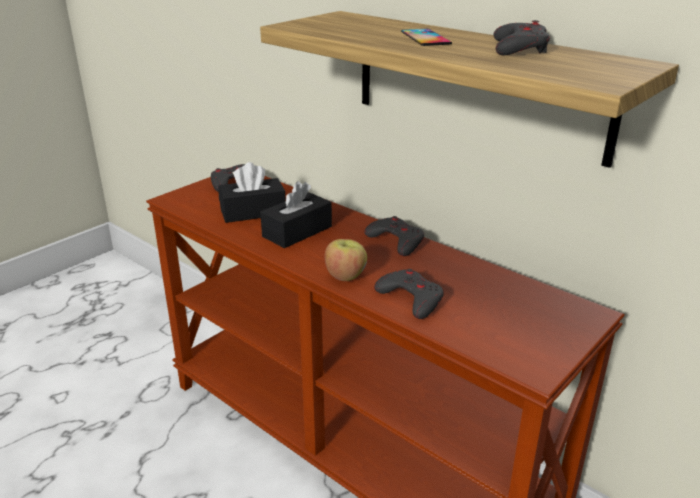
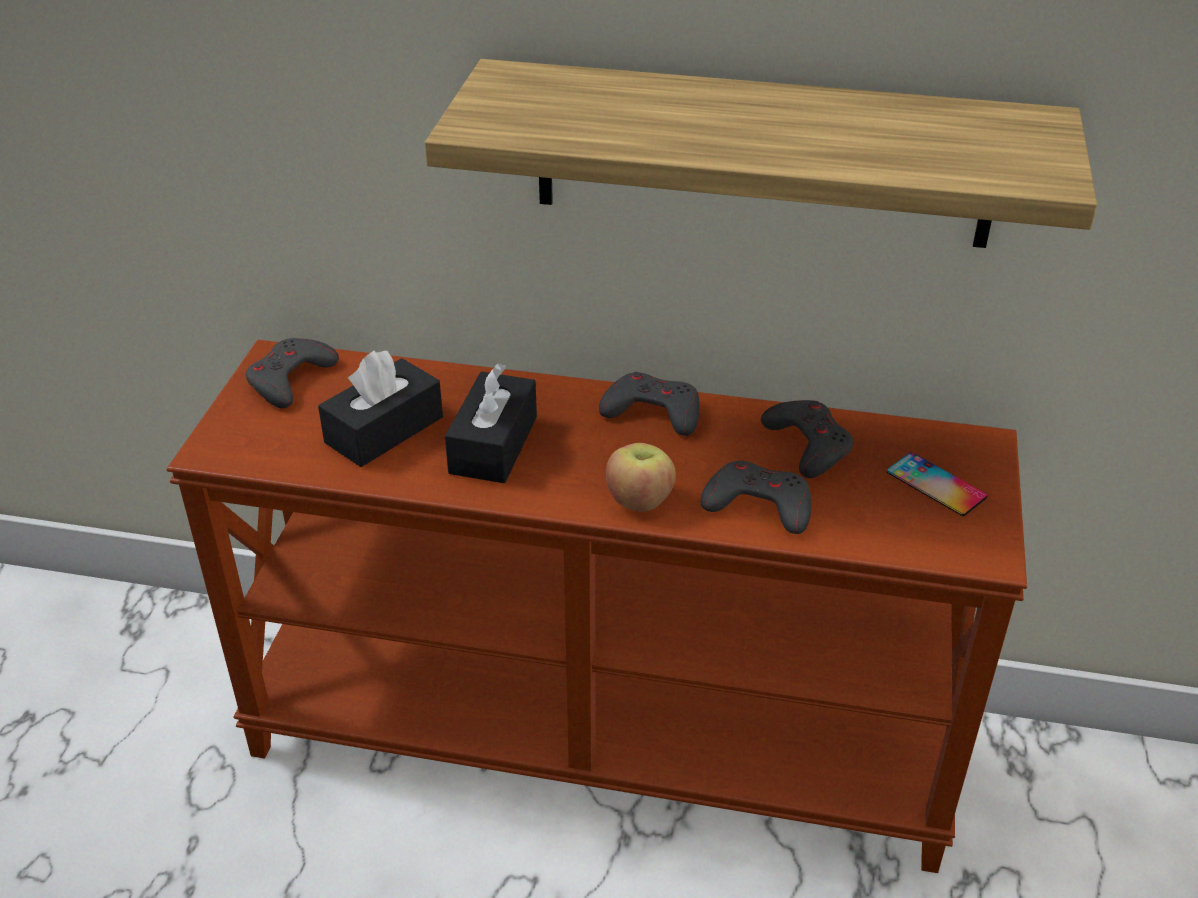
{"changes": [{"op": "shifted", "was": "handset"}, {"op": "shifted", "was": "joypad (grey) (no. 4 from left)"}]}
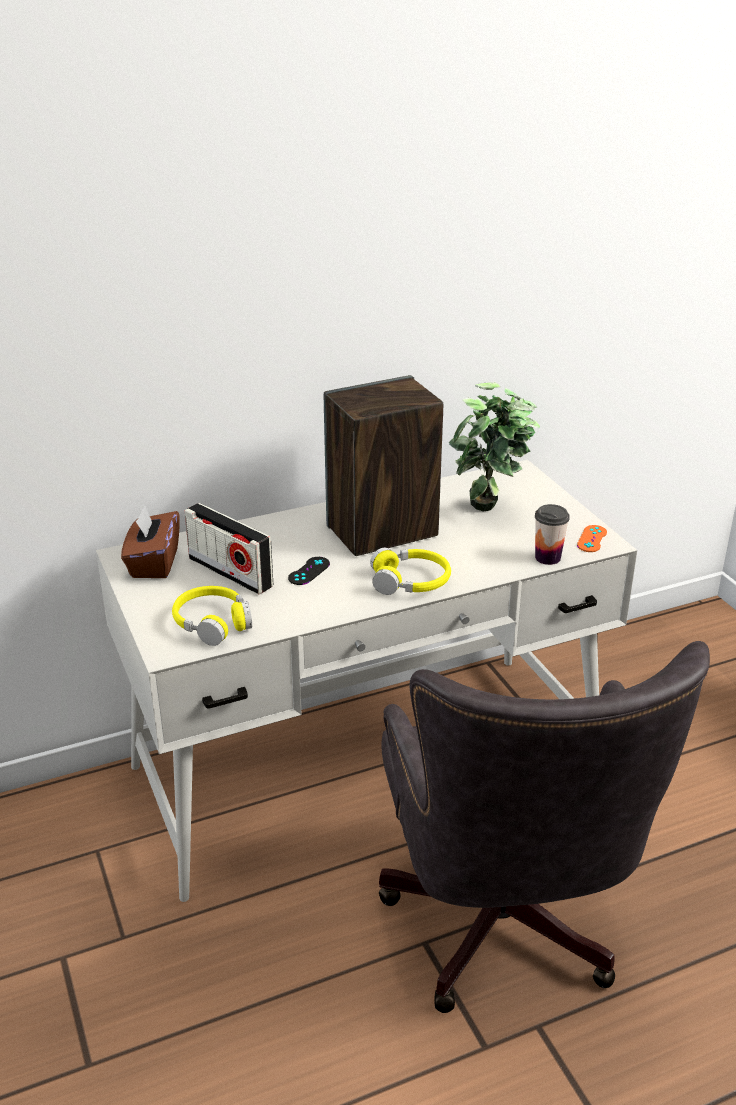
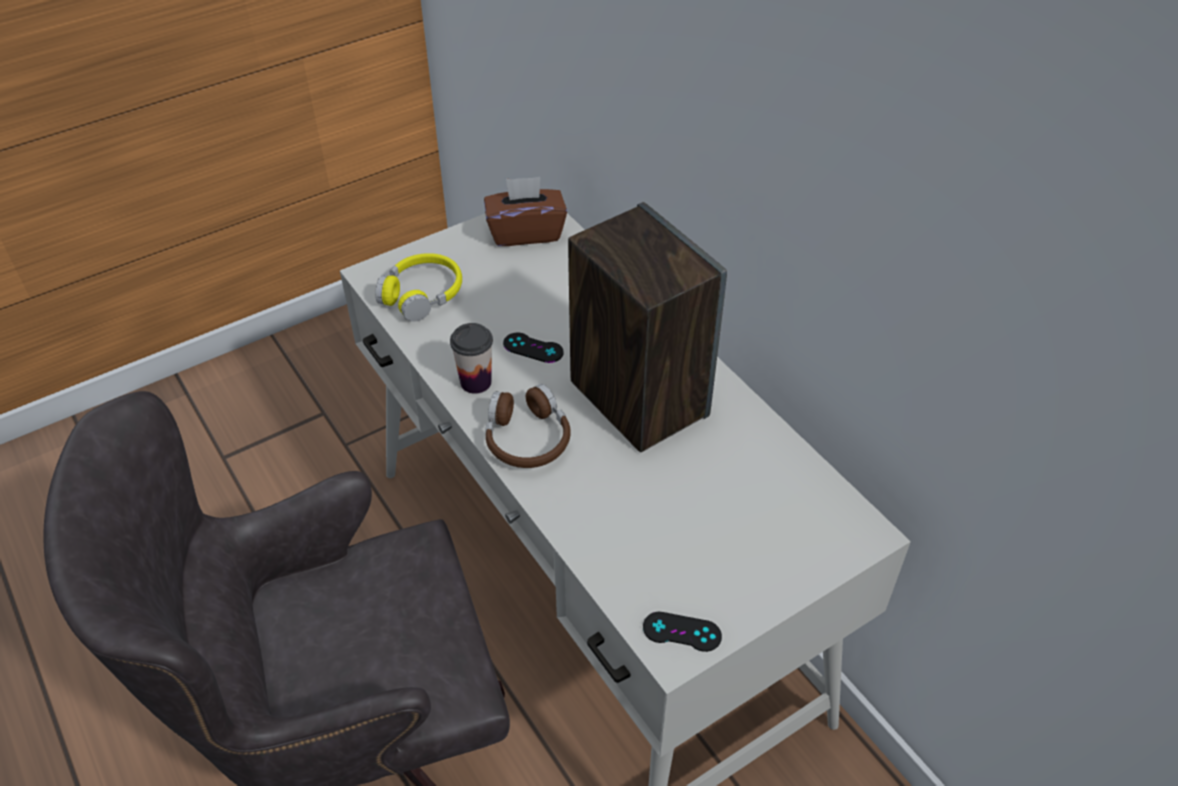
{"changes": [{"op": "gone", "was": "radio receiver"}, {"op": "repainted", "was": "headset (yellow) (no. 2 from left)", "now": "headset (brownish)"}, {"op": "gone", "was": "plant in a pot"}, {"op": "shifted", "was": "small cup"}, {"op": "repainted", "was": "joypad (orangey)", "now": "joypad (blackish) (no. 2 from left)"}]}
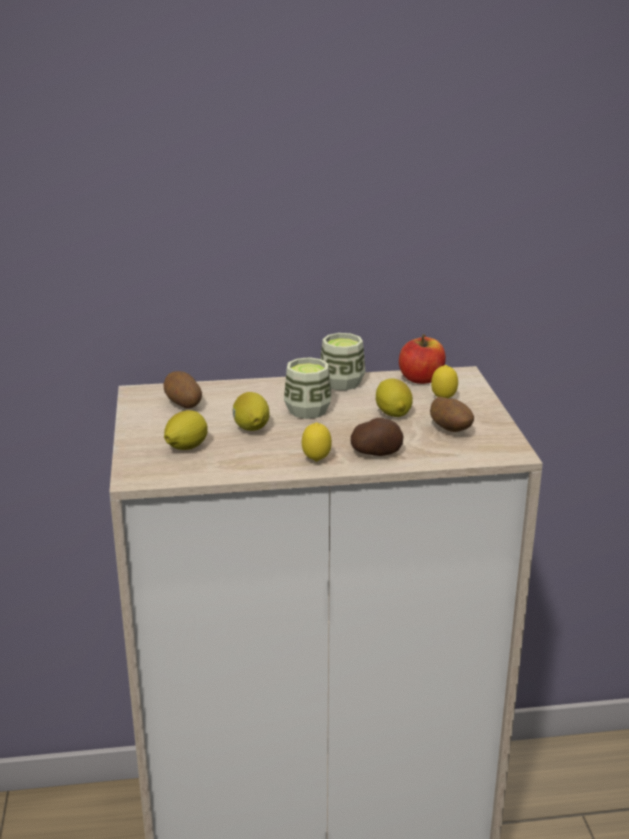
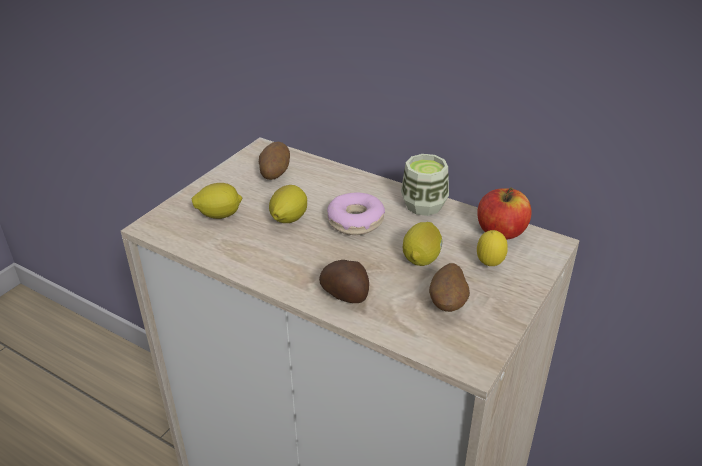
{"changes": [{"op": "swapped", "was": "small cup (no. 1 from left)", "now": "ring doughnut"}, {"op": "gone", "was": "citrus fruit (no. 3 from left)"}]}
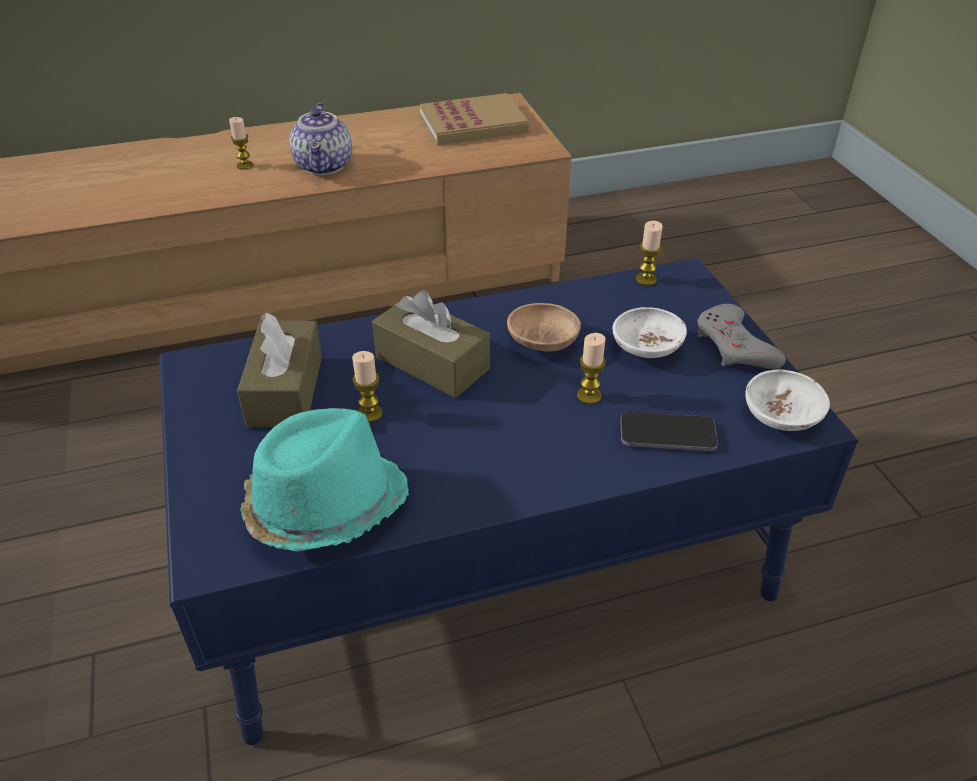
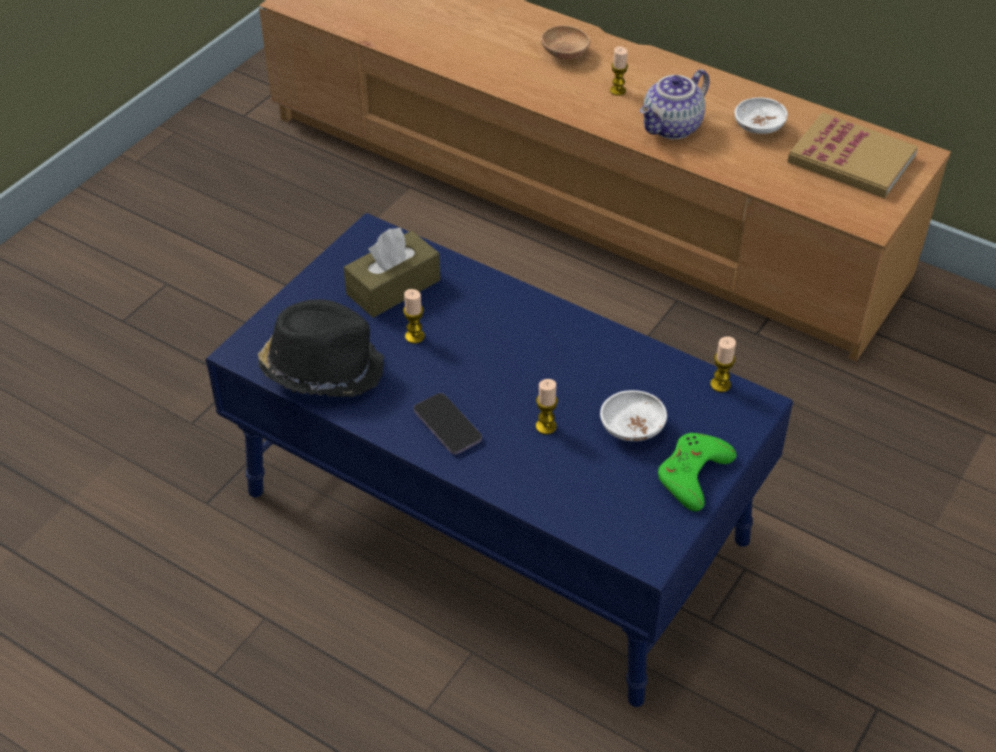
{"changes": [{"op": "repainted", "was": "hat (turquoise-coloured)", "now": "hat (blackish)"}, {"op": "gone", "was": "tissue holder (brownish) (no. 2 from left)"}, {"op": "shifted", "was": "bowl (brownish)"}, {"op": "shifted", "was": "handset"}, {"op": "repainted", "was": "joypad (grey)", "now": "joypad (green-coloured)"}, {"op": "shifted", "was": "bowl (white-coloured) (no. 2 from left)"}]}
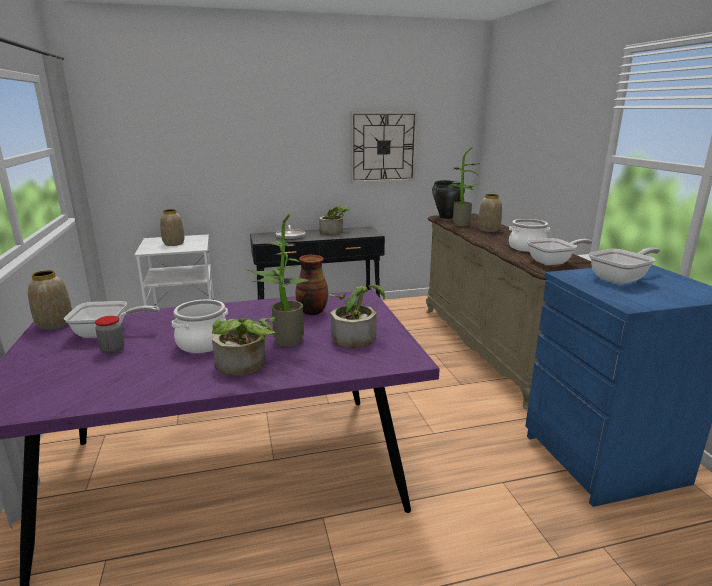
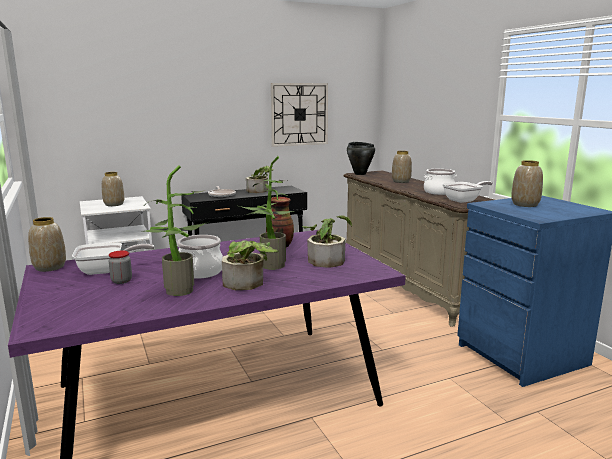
{"changes": [{"op": "shifted", "was": "plant in a pot (no. 5 from left in the first image)", "now": "plant in a pot (no. 1 from left)"}, {"op": "swapped", "was": "skillet (no. 4 from left)", "now": "decorative vase (no. 5 from left)"}]}
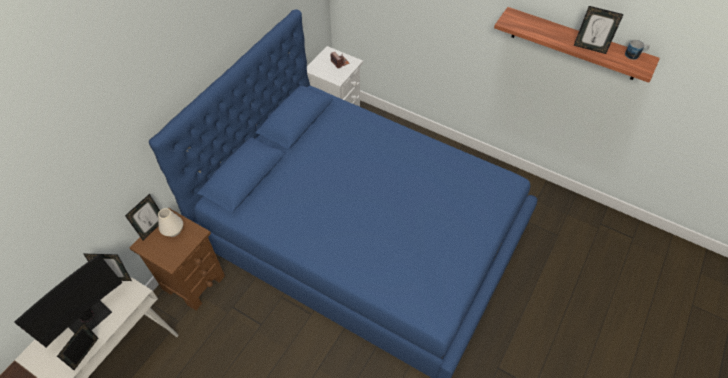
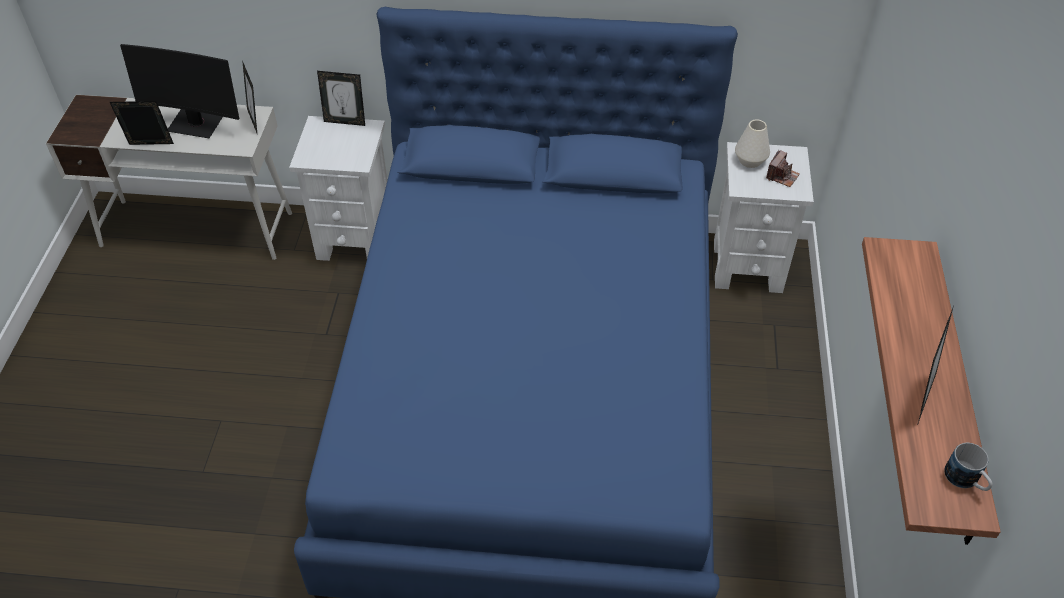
{"changes": [{"op": "repainted", "was": "nightstand (brownish)", "now": "nightstand (white-coloured) (no. 1 from left)"}, {"op": "shifted", "was": "decorative vase (white-coloured)"}, {"op": "rotated", "was": "photo frame (no. 4 from left)", "clockwise": -150}]}
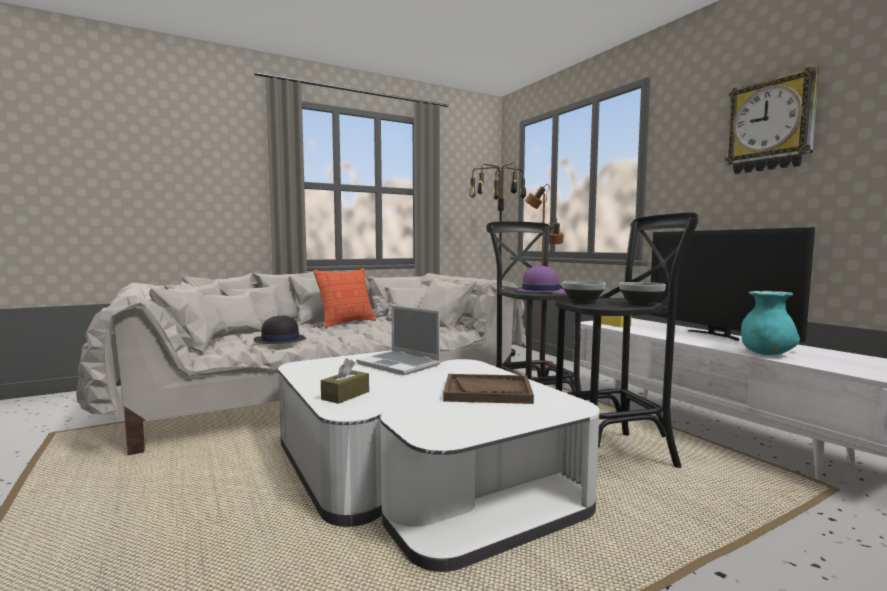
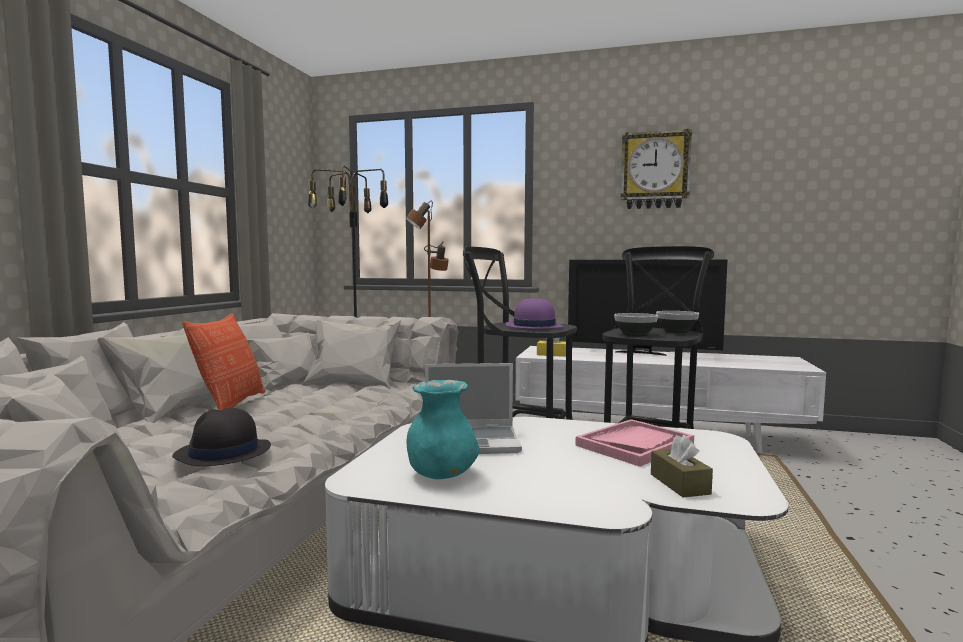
{"changes": [{"op": "shifted", "was": "tissue holder (brownish)"}, {"op": "repainted", "was": "tray (brownish)", "now": "tray (pinkish)"}, {"op": "shifted", "was": "decorative vase (turquoise-coloured)"}]}
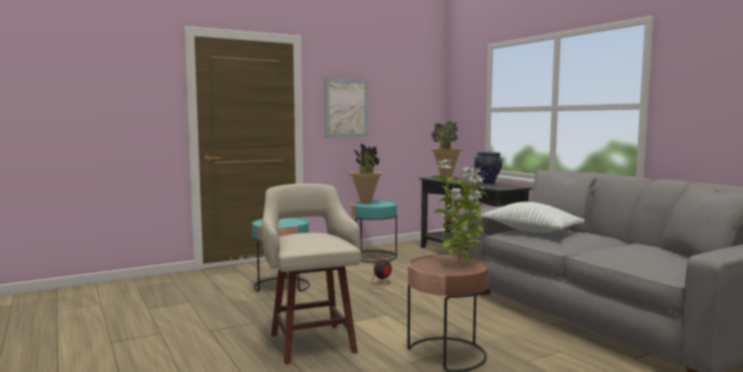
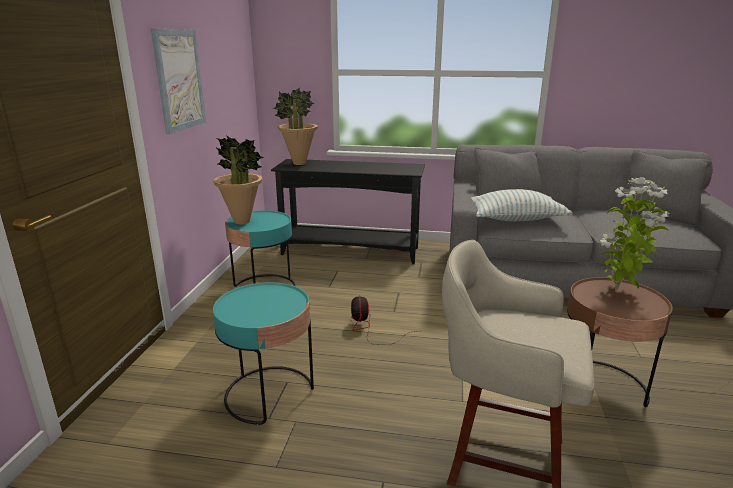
{"changes": [{"op": "gone", "was": "decorative vase"}]}
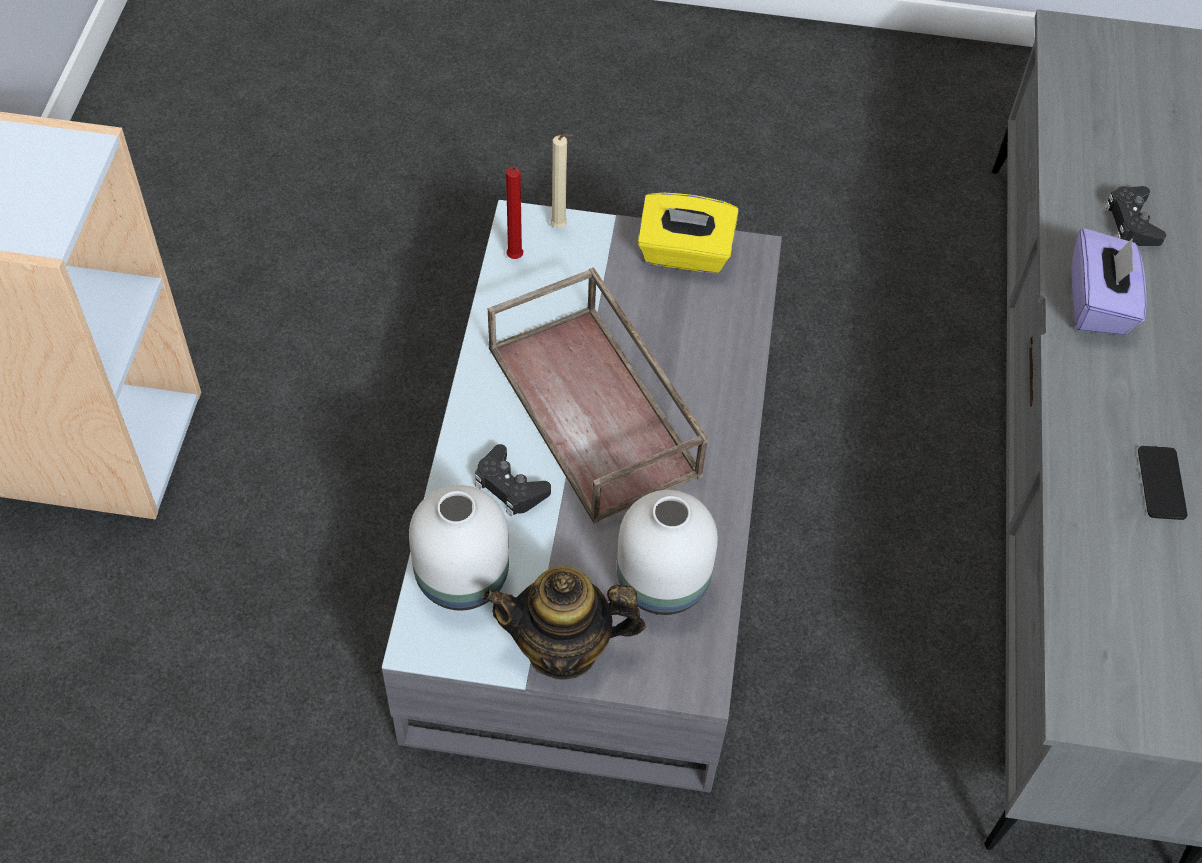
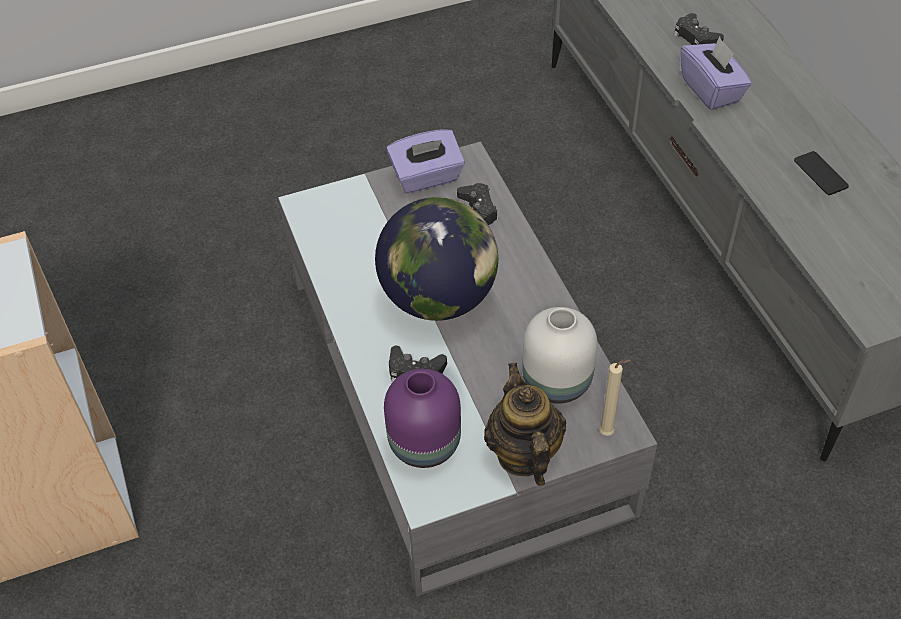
{"changes": [{"op": "repainted", "was": "decorative vase (white-coloured) (no. 1 from left)", "now": "decorative vase (purplish)"}, {"op": "rotated", "was": "teapot", "clockwise": 105}, {"op": "swapped", "was": "tray (brownish)", "now": "desk globe"}, {"op": "gone", "was": "wax candle (reddish)"}, {"op": "shifted", "was": "wax candle (beige)"}, {"op": "repainted", "was": "tissue holder (yellow)", "now": "tissue holder (purplish) (no. 1 from left)"}, {"op": "new", "now": "joypad (blackish) (no. 2 from left)"}]}
